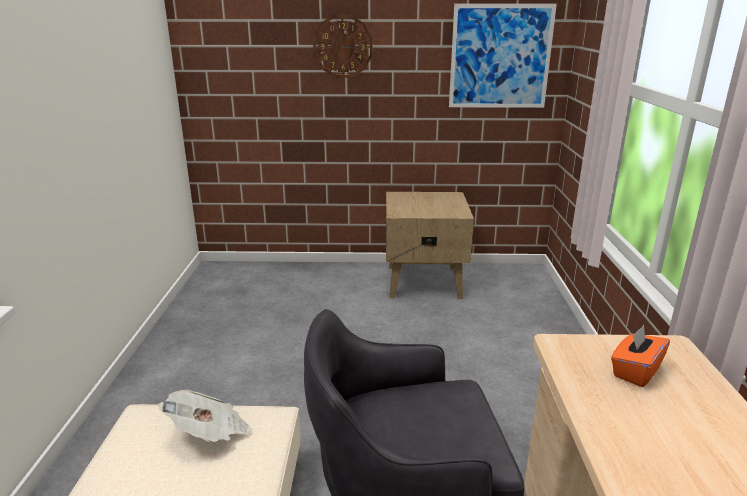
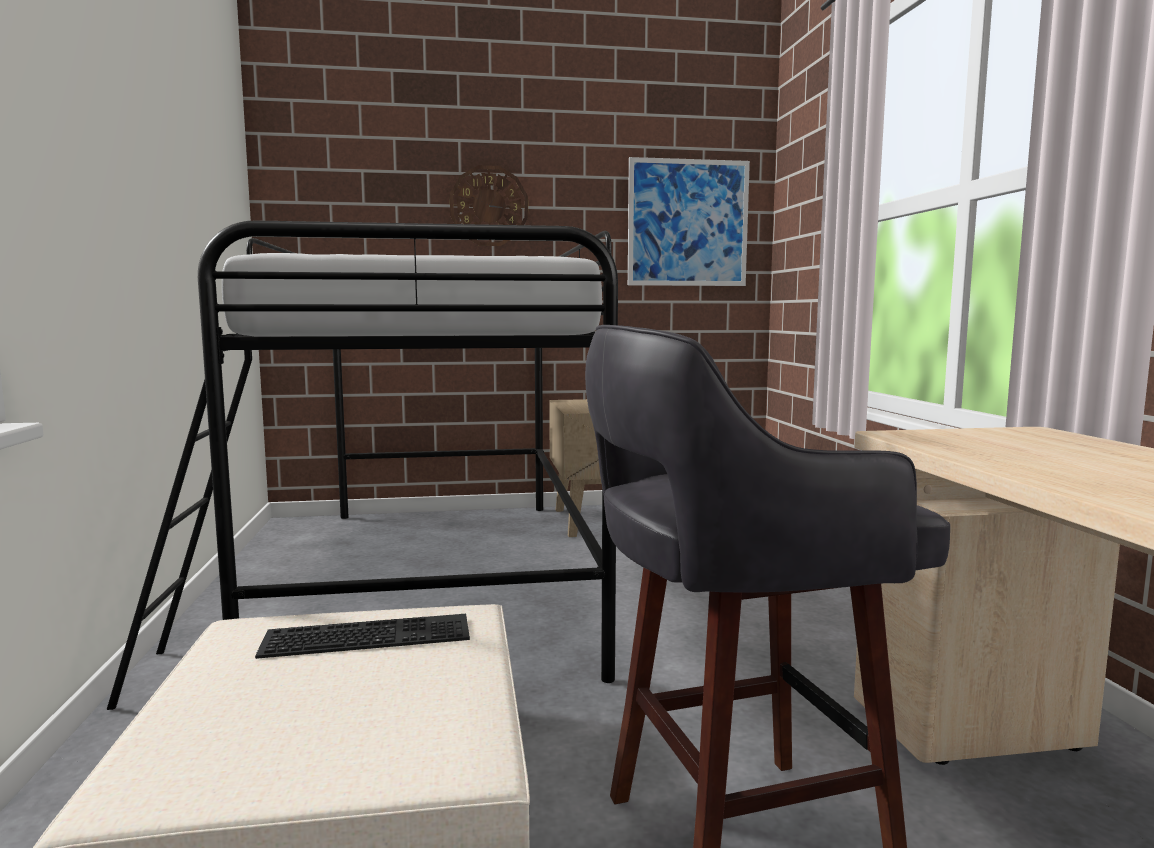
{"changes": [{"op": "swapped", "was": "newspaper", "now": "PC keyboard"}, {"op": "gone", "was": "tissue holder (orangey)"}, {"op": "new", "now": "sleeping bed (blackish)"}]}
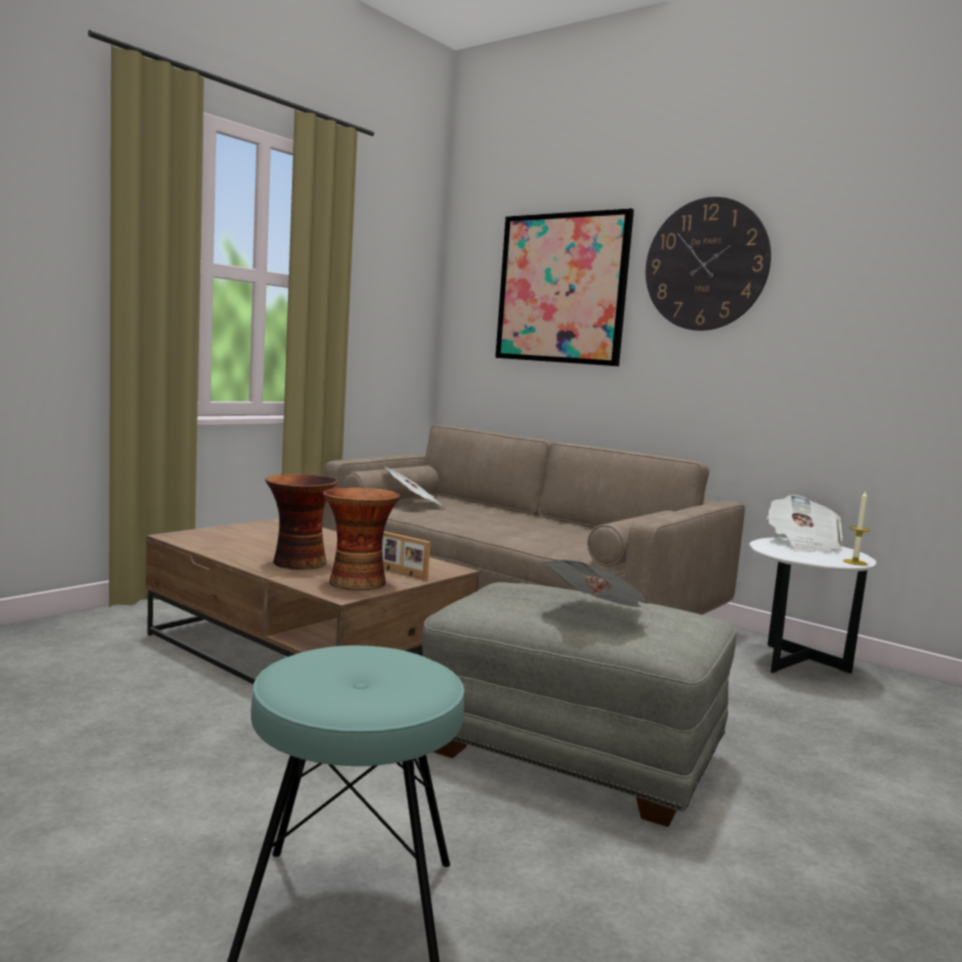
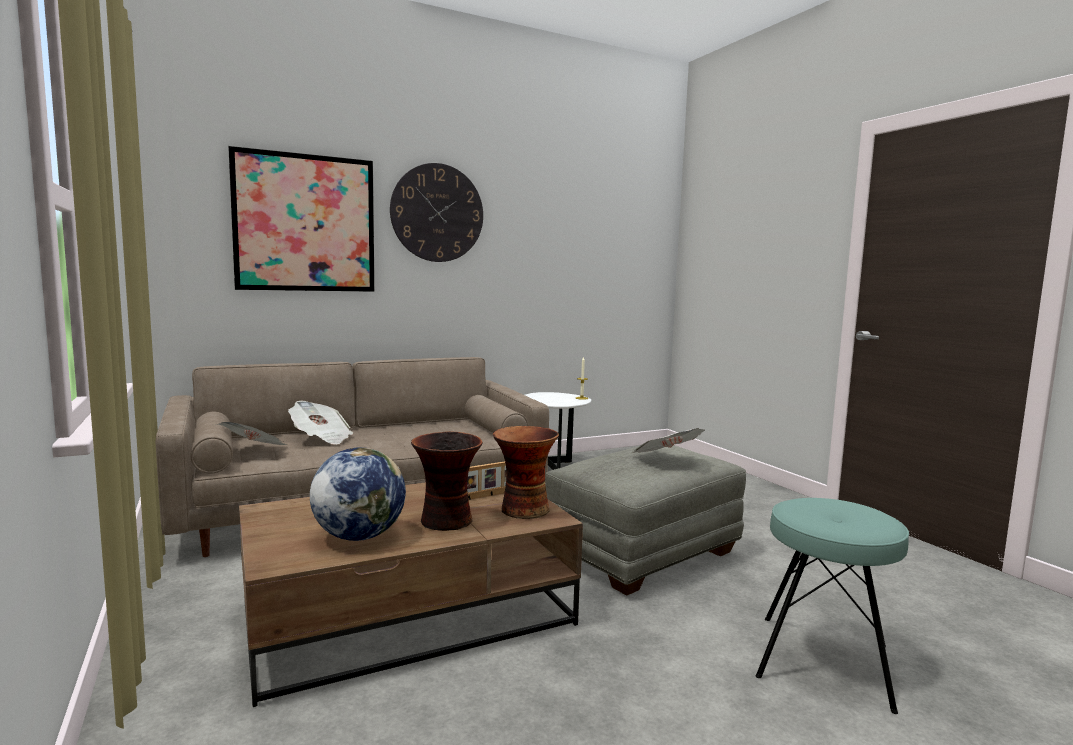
{"changes": [{"op": "shifted", "was": "newspaper (no. 3 from left in the first image)", "now": "newspaper (no. 2 from left)"}, {"op": "new", "now": "desk globe"}]}
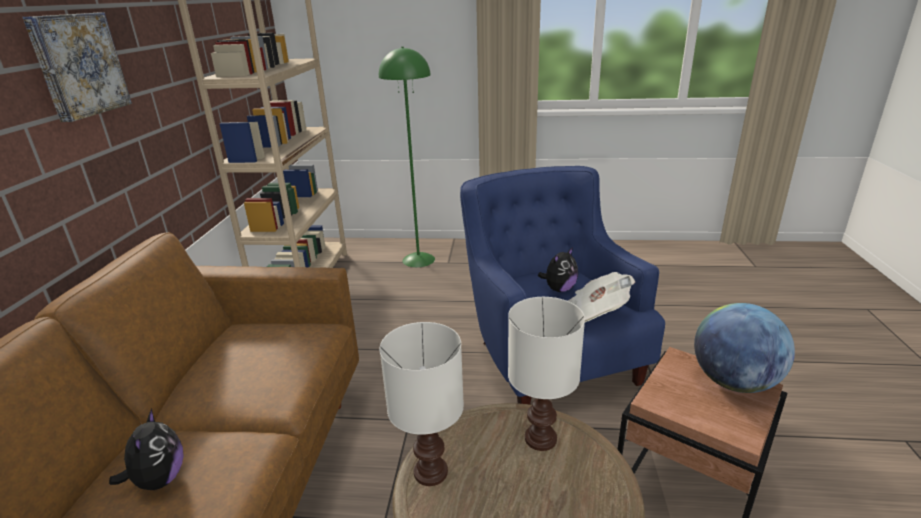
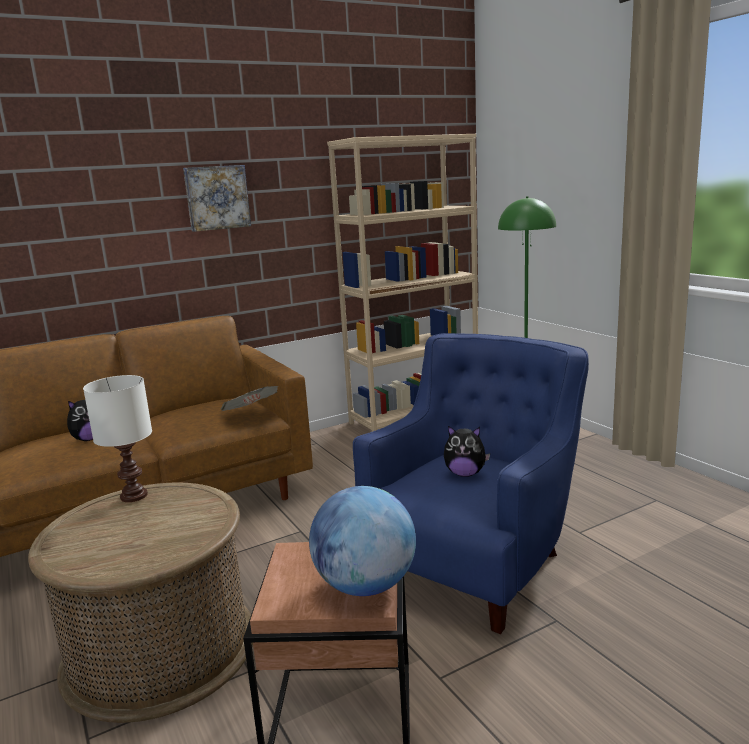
{"changes": [{"op": "gone", "was": "tabletop lamp (white-coloured) (no. 2 from left)"}, {"op": "shifted", "was": "newspaper"}]}
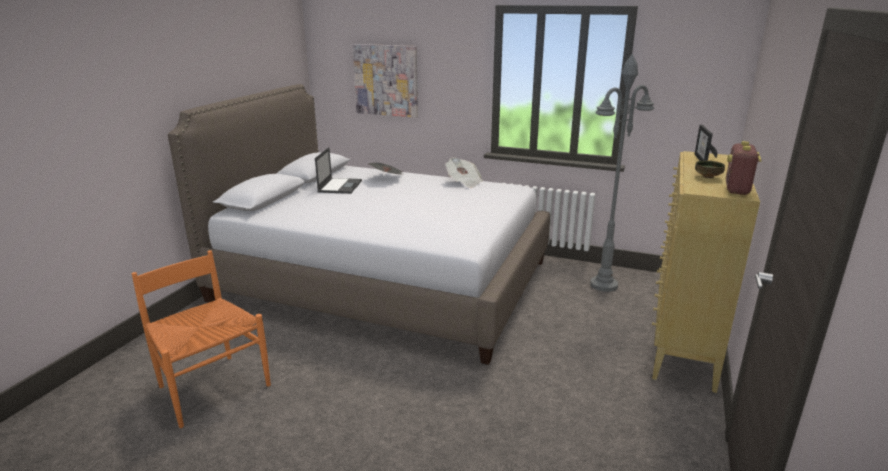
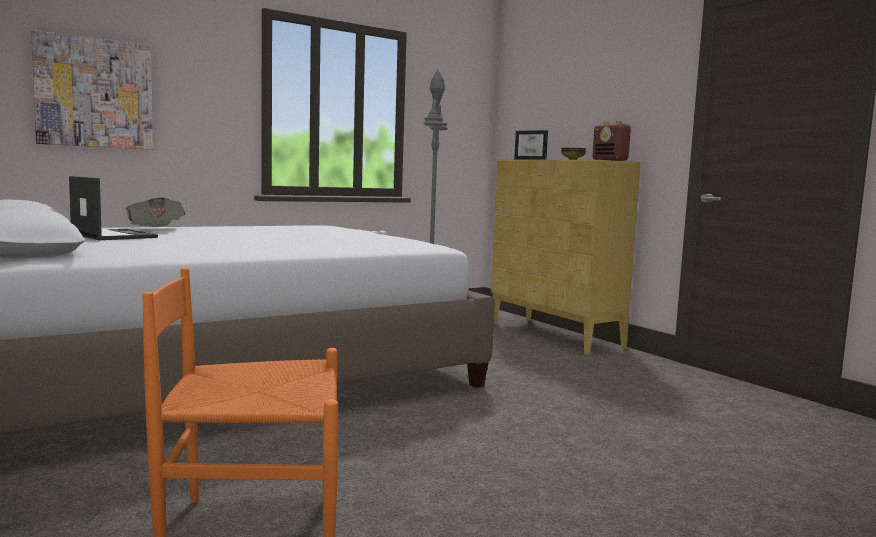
{"changes": [{"op": "gone", "was": "newspaper (no. 2 from left)"}]}
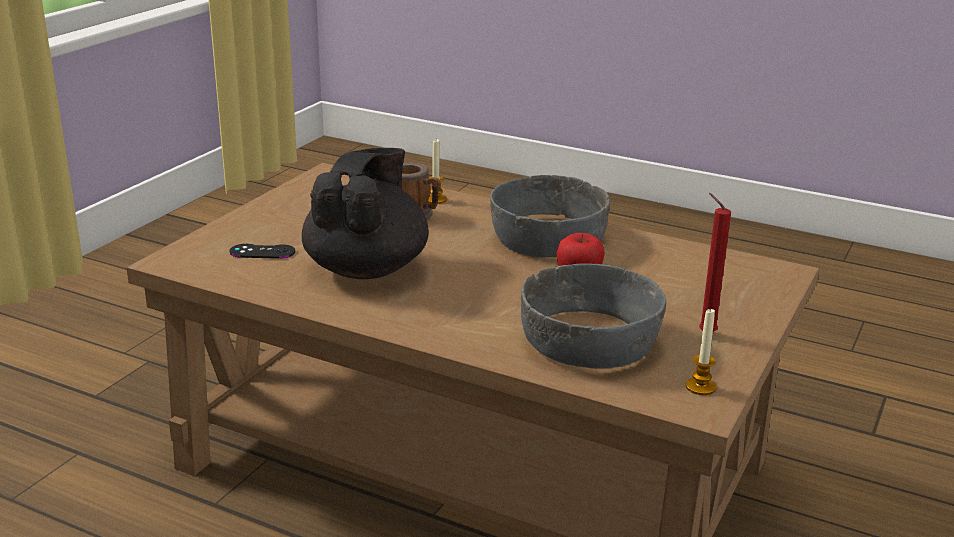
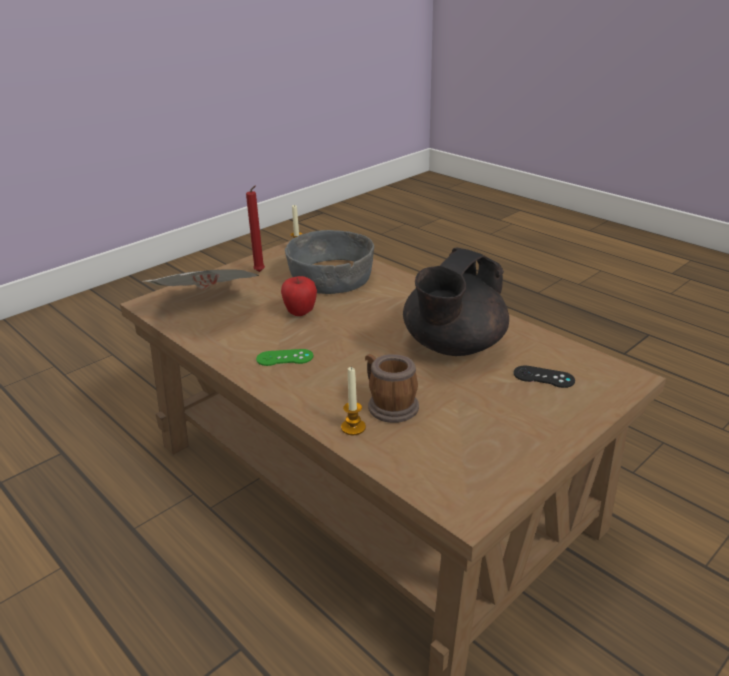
{"changes": [{"op": "swapped", "was": "bowl (grey) (no. 1 from left)", "now": "joypad (green-coloured)"}, {"op": "new", "now": "newspaper"}]}
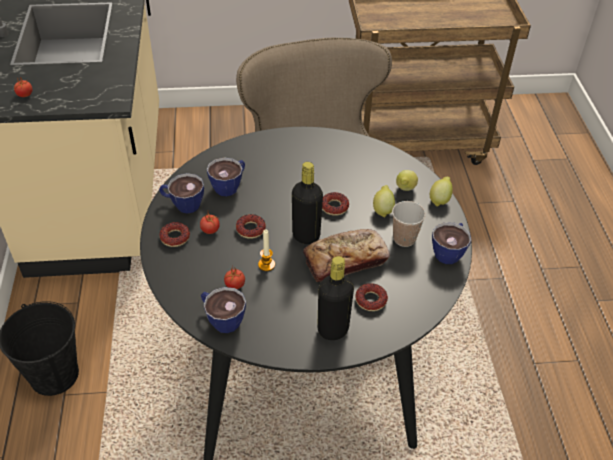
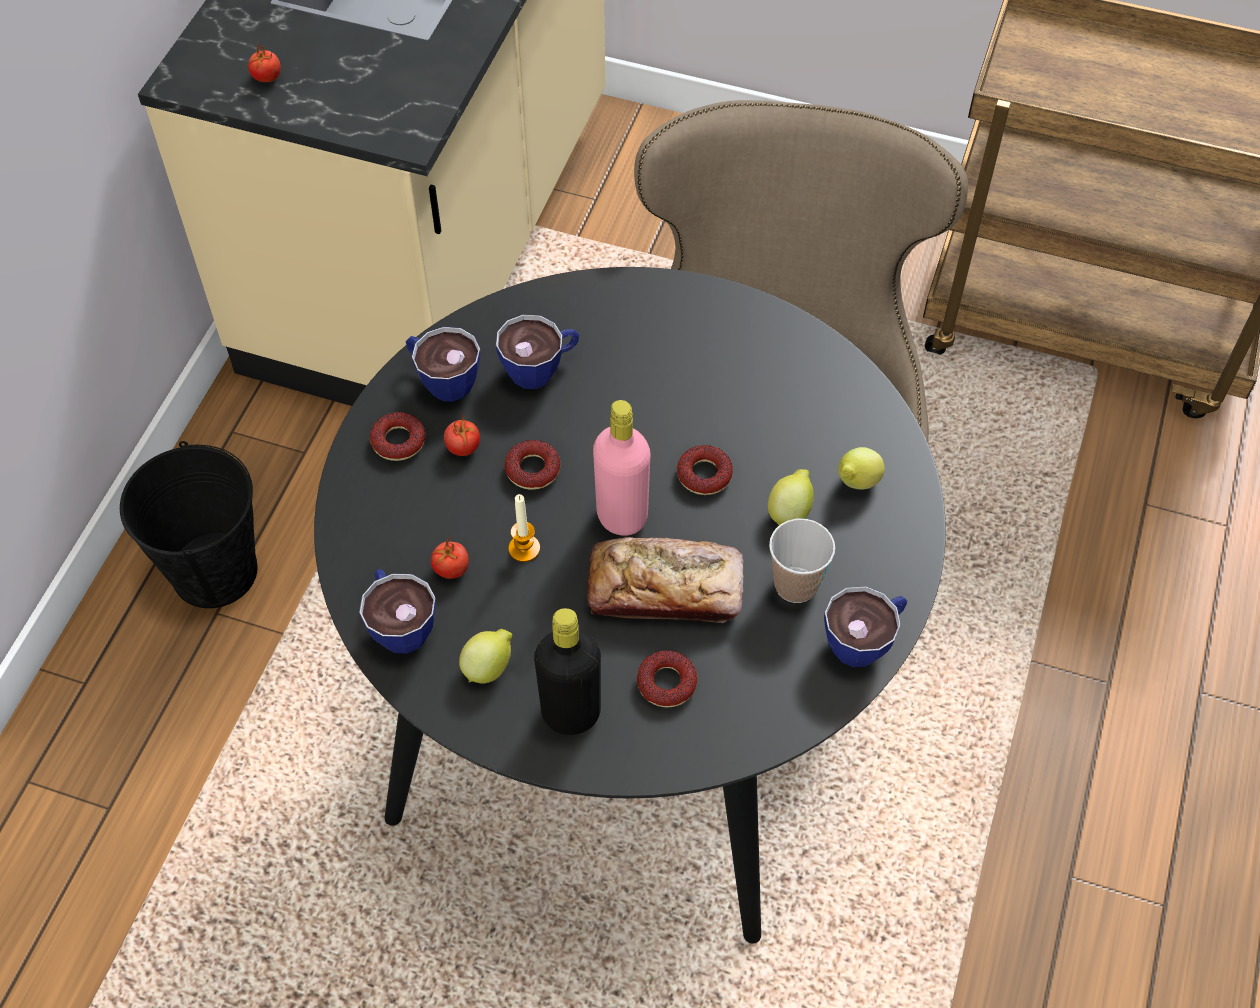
{"changes": [{"op": "repainted", "was": "drink bottle (blackish) (no. 1 from left)", "now": "drink bottle (pinkish)"}, {"op": "shifted", "was": "citrus fruit (no. 3 from left in the first image)", "now": "citrus fruit (no. 1 from left)"}]}
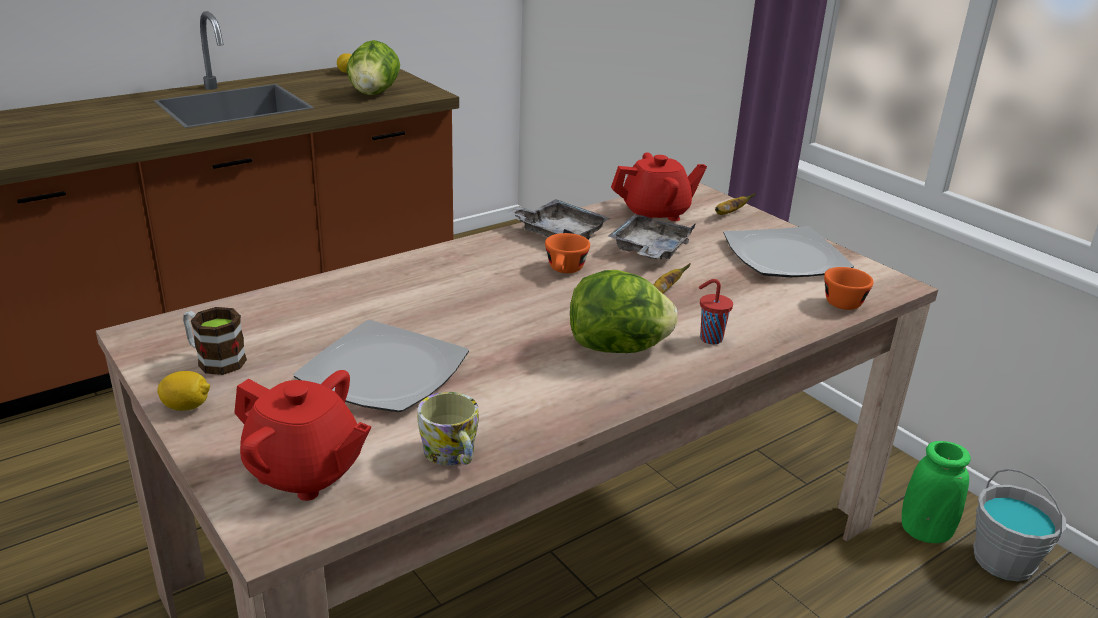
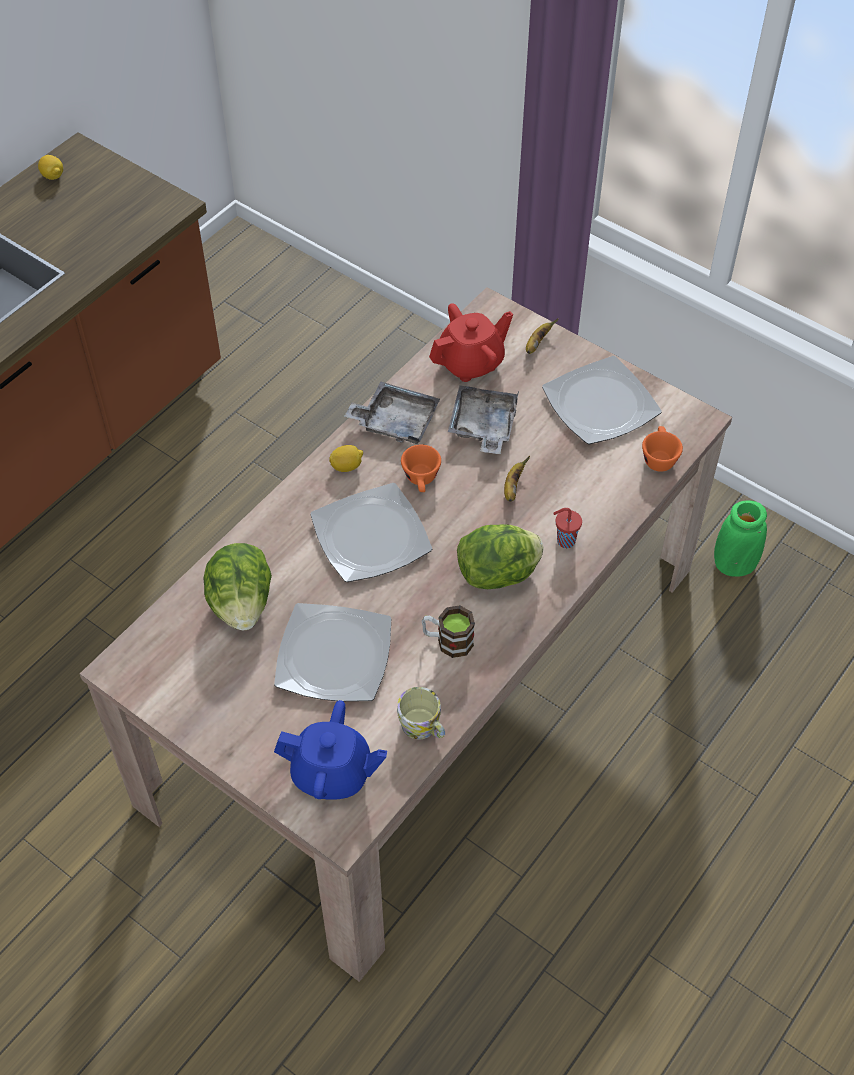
{"changes": [{"op": "shifted", "was": "citrus fruit (no. 1 from left in the first image)", "now": "citrus fruit (no. 2 from left)"}, {"op": "shifted", "was": "mug (no. 1 from left in the first image)", "now": "mug (no. 2 from left)"}, {"op": "repainted", "was": "teapot (reddish) (no. 1 from left)", "now": "teapot (bluish)"}, {"op": "shifted", "was": "lettuce head (no. 1 from left)"}, {"op": "gone", "was": "water bucket (grey)"}, {"op": "new", "now": "dinner plate (no. 2 from left)"}]}
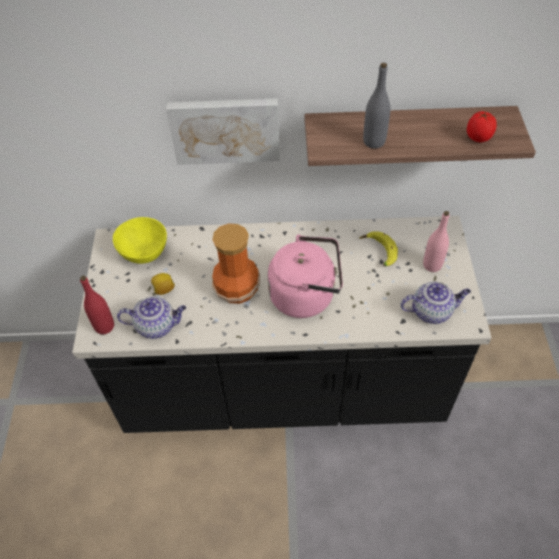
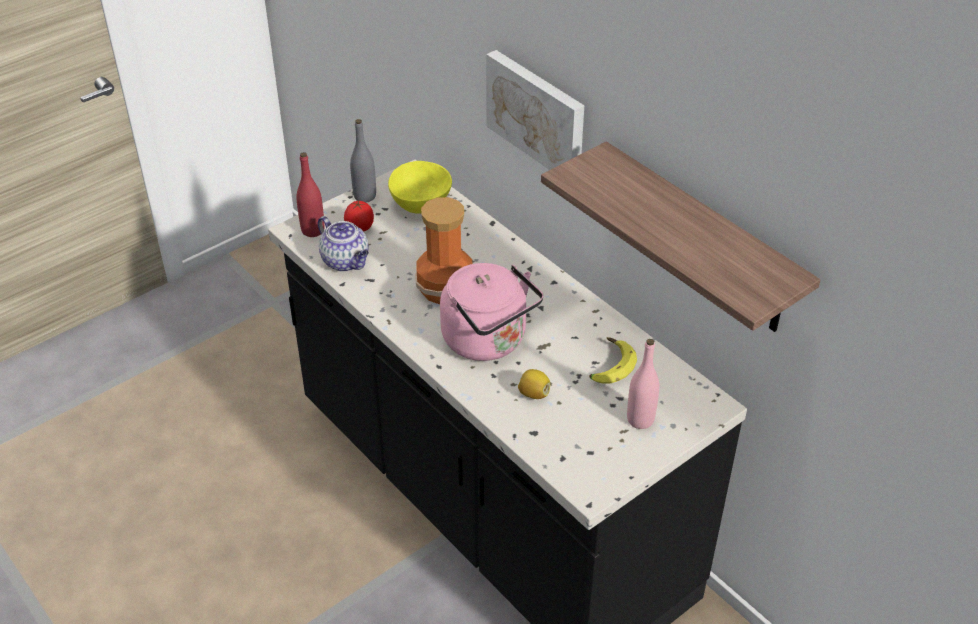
{"changes": [{"op": "shifted", "was": "citrus fruit"}, {"op": "shifted", "was": "drink bottle (grey)"}, {"op": "gone", "was": "teapot (no. 2 from left)"}, {"op": "shifted", "was": "fresh tomato"}]}
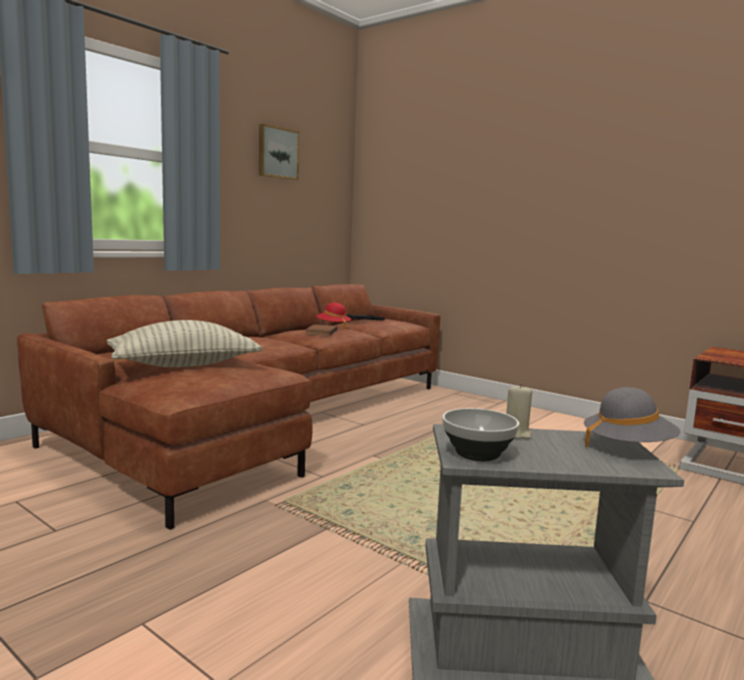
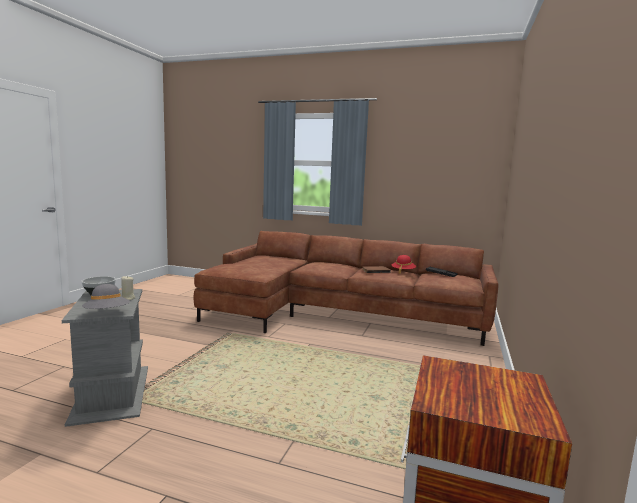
{"changes": [{"op": "gone", "was": "cushion"}, {"op": "gone", "was": "picture"}]}
